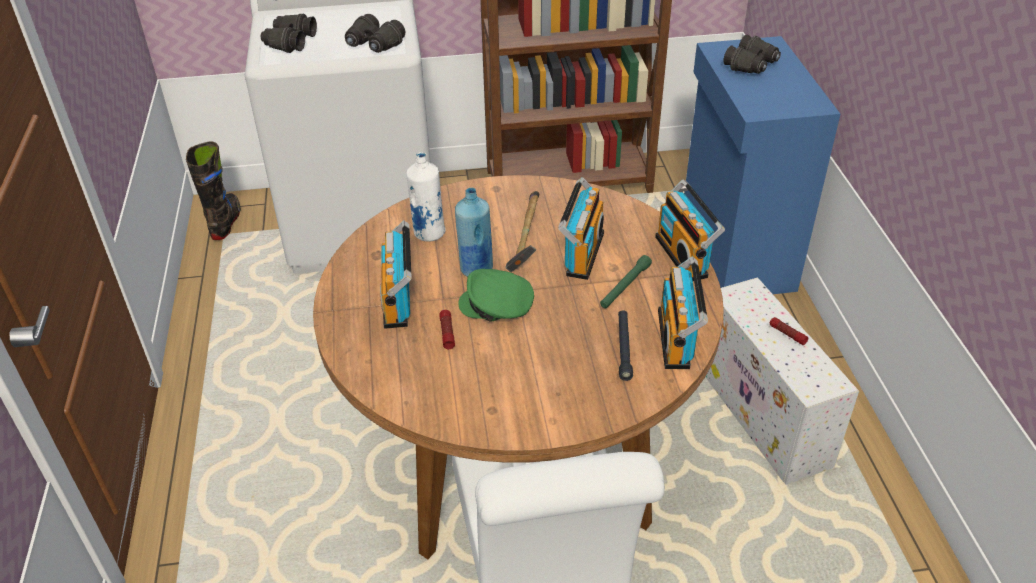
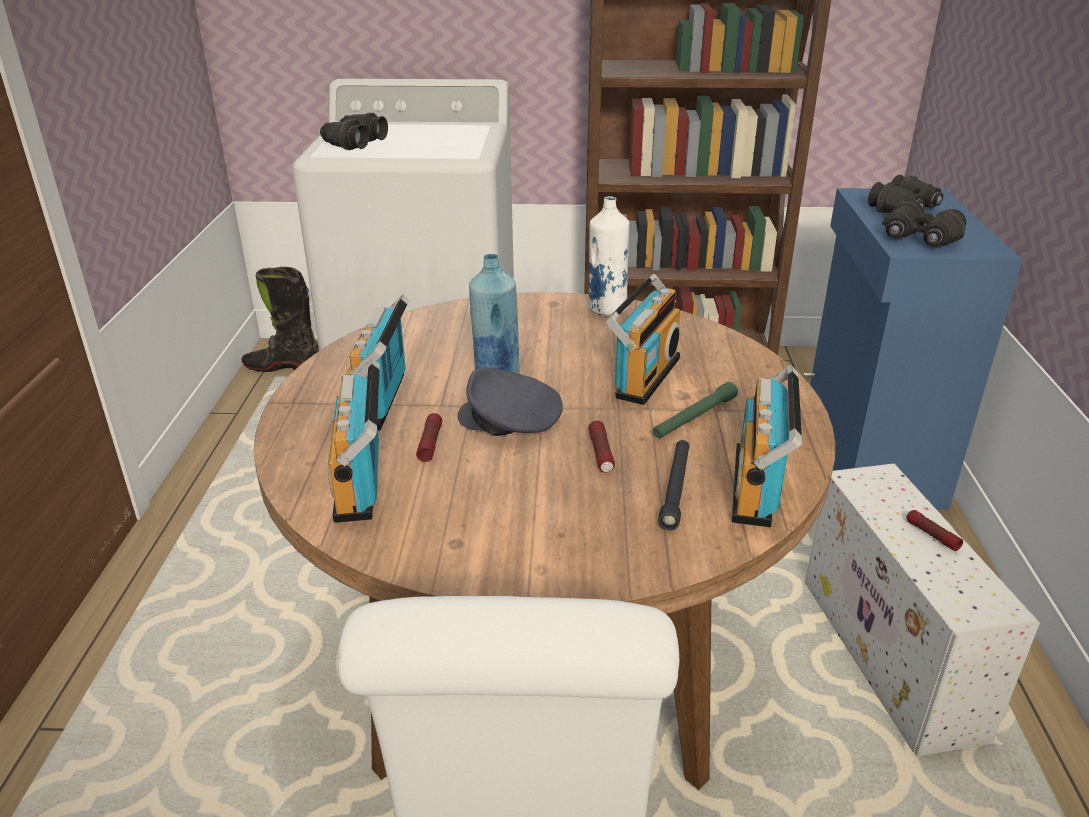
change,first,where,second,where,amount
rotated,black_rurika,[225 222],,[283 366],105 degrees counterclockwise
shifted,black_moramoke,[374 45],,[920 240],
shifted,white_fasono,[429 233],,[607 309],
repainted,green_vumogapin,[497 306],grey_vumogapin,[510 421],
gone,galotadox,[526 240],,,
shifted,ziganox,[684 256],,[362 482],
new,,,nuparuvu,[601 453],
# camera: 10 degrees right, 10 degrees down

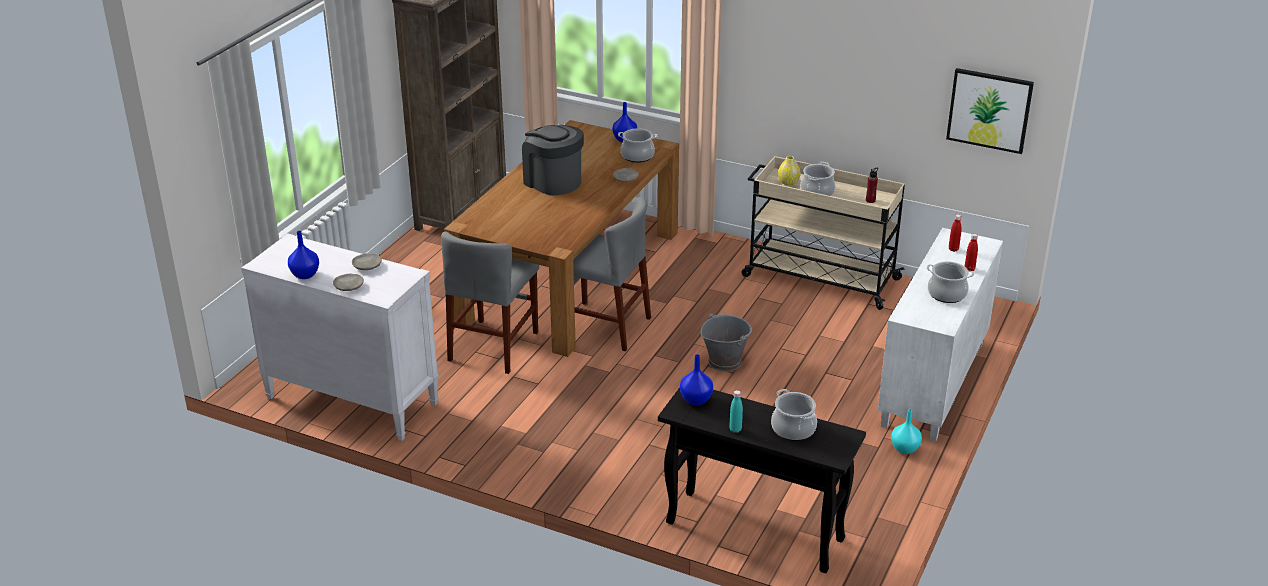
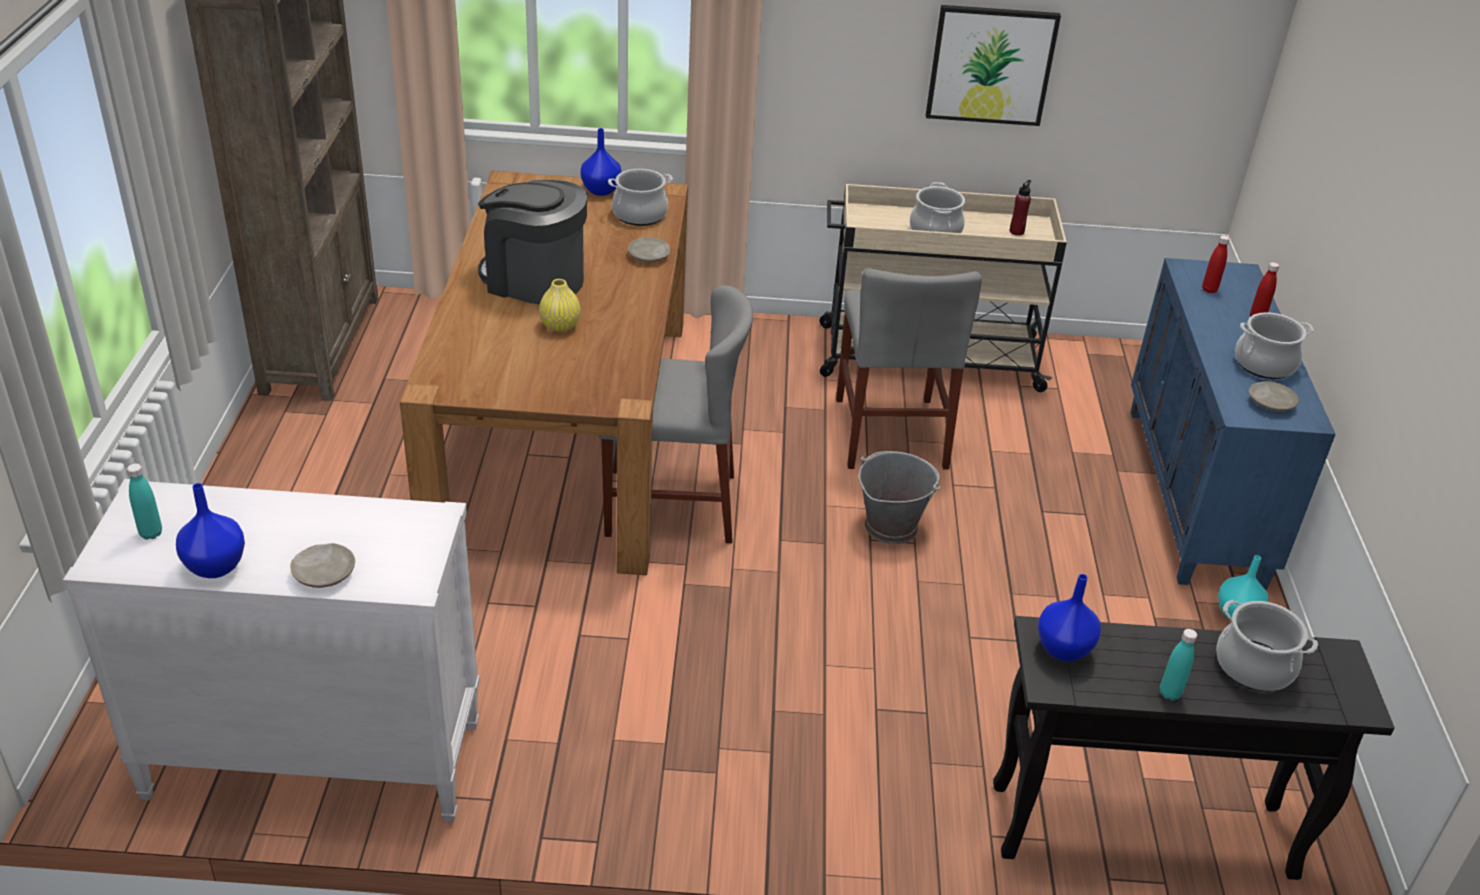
change,first,where,second,where,amount
shifted,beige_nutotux,[367 266],,[1270 403],
shifted,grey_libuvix,[494 346],,[890 432],
shifted,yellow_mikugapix,[788 182],,[560 326],
repainted,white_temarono,[934 385],blue_temarono,[1195 496],
shifted,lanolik,[989 110],,[991 65],
new,,,turquoise_fasono,[151 533],
# camera: 25 degrees left, 5 degrees up

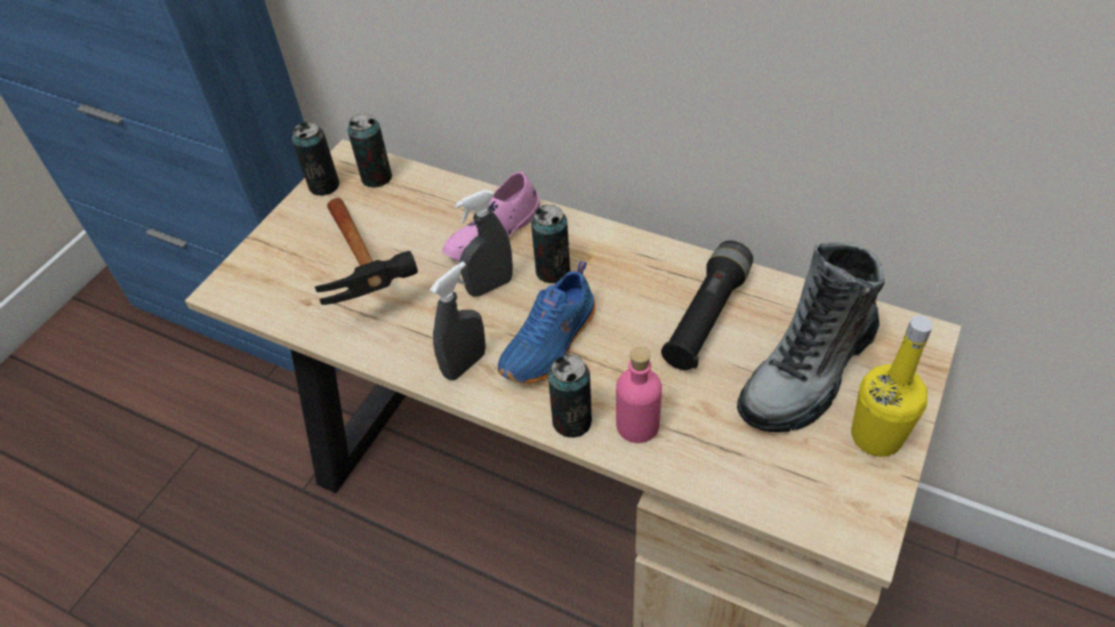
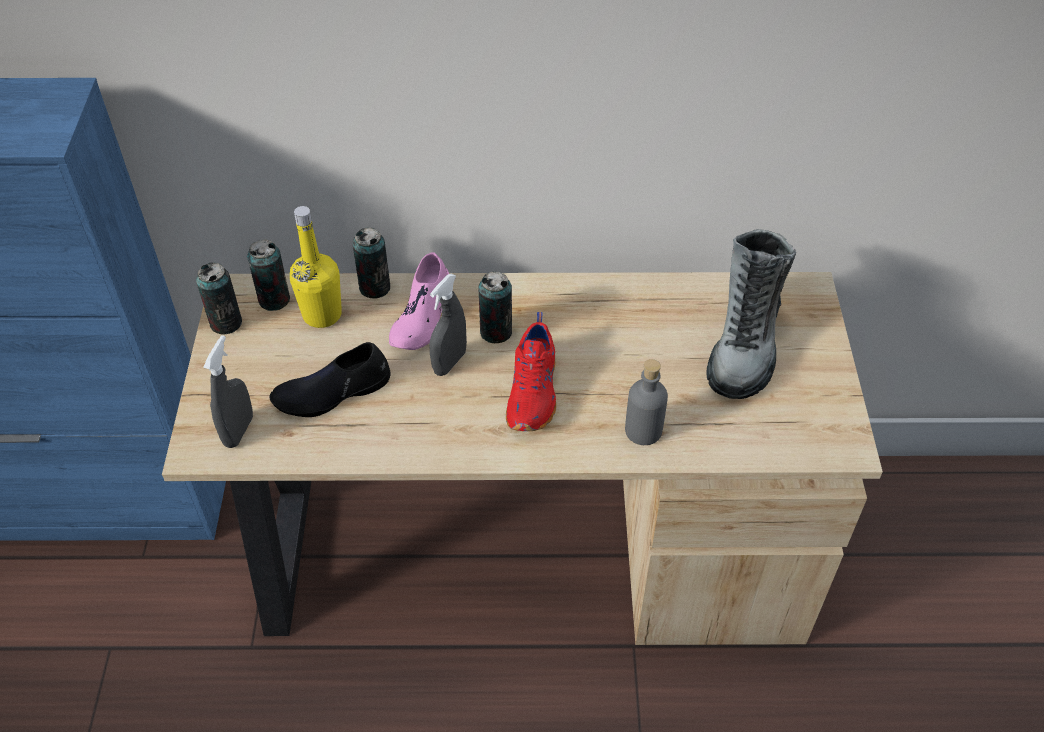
change,first,where,second,where,amount
swapped,galotadox,[368 278],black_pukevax,[332 392],
shifted,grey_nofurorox,[465 364],,[238 431],
repainted,blue_pukevax,[551 344],red_pukevax,[534 392],
shifted,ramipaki,[572 421],,[374 288],
repainted,pink_fasono,[637 425],grey_fasono,[643 430],
gone,black_nuparuvu,[706 317],,,
shifted,yellow_fasono,[876 436],,[322 314],
# camera: 30 degrees left, 0 degrees up

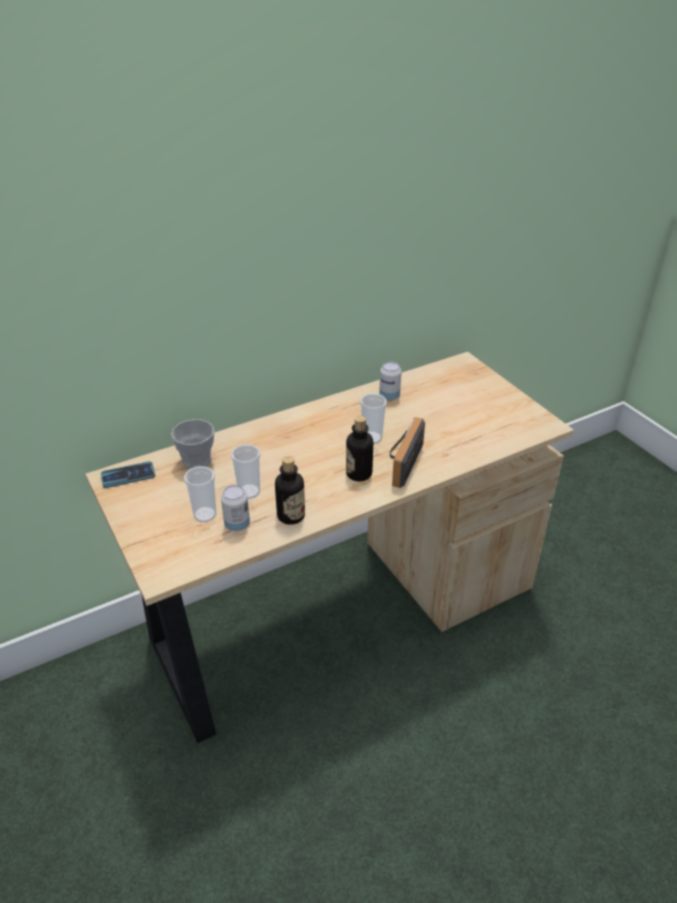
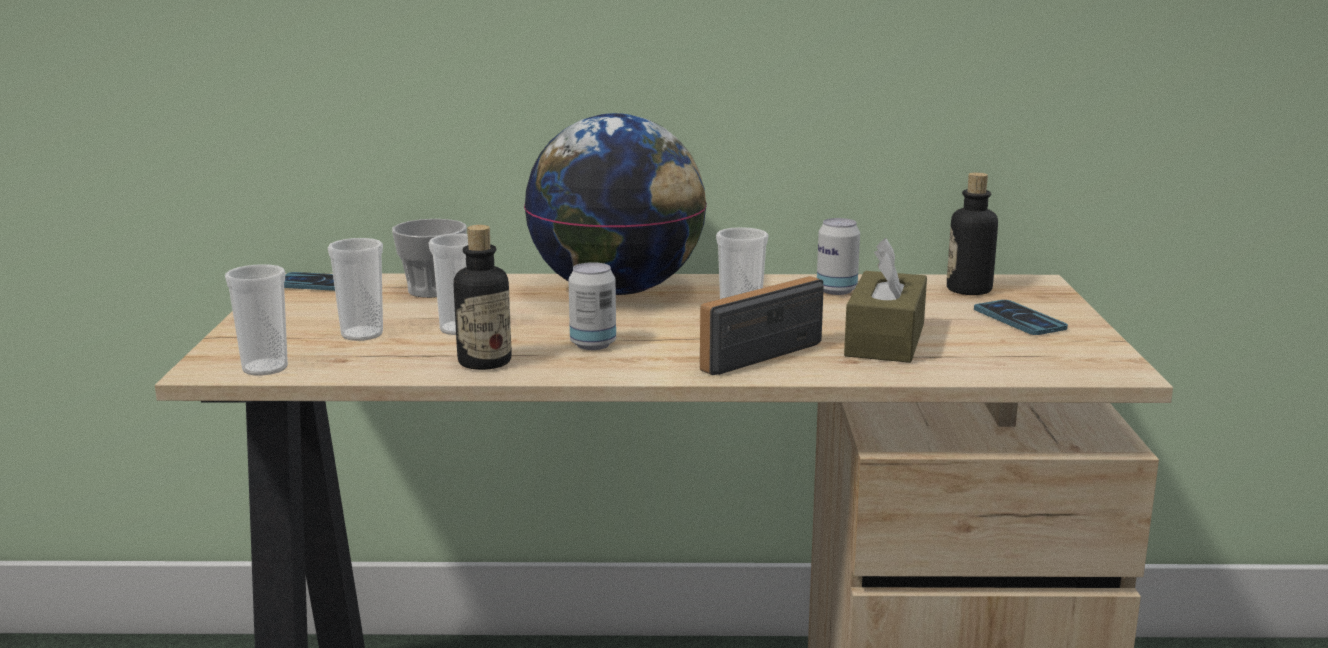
change,first,where,second,where,amount
shifted,ramipaki,[237 525],,[593 344],
shifted,fasono,[359 474],,[969 290],
new,,,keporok,[265 368],
new,,,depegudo,[617 291],
new,,,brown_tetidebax,[885 340],
new,,,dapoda,[1019 319],
# camera: 30 degrees right, 20 degrees down

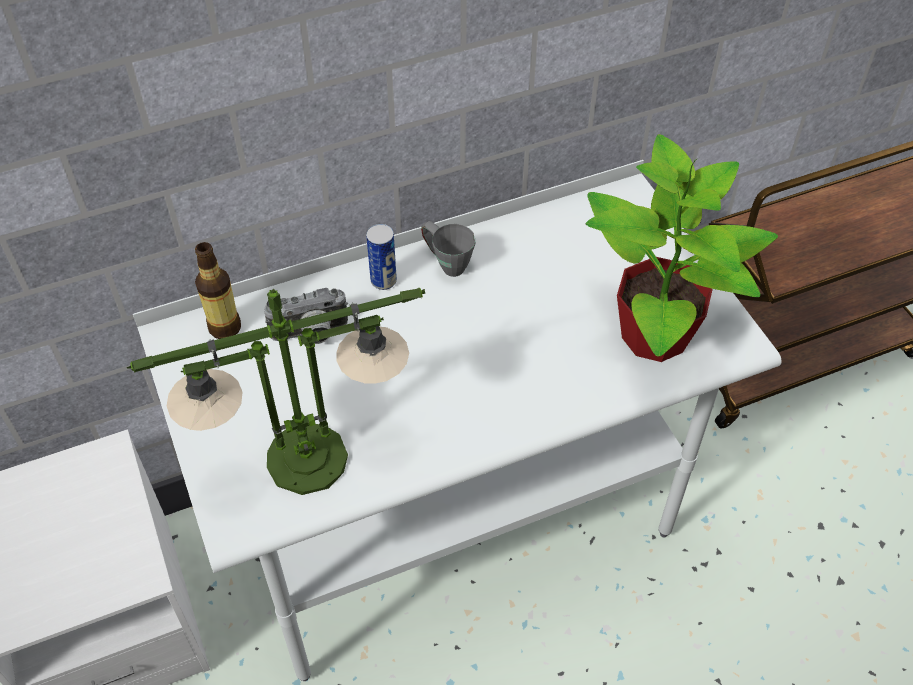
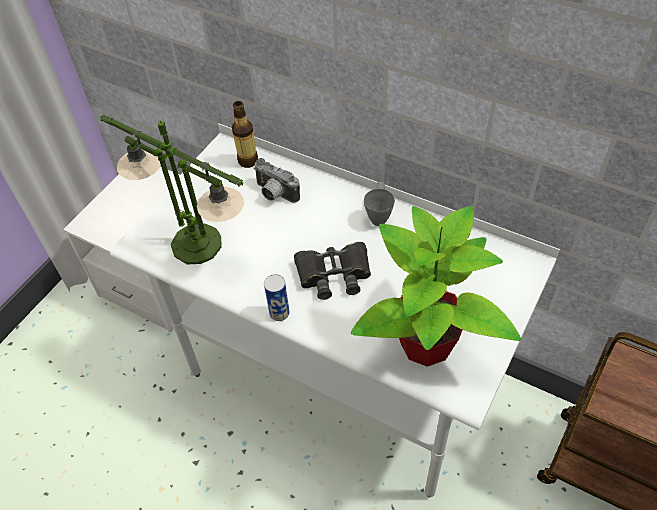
change,first,where,second,where,amount
shifted,ramipaki,[383 281],,[279 313],
new,,,black_moramoke,[334 274],
# camera: 55 degrees right, 0 degrees up

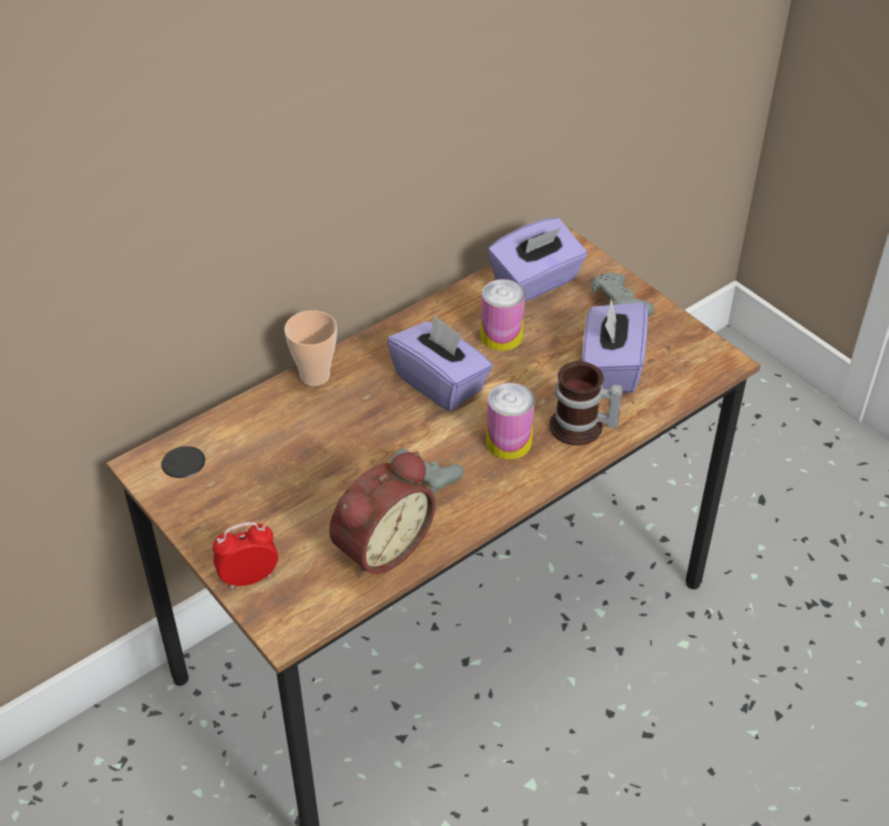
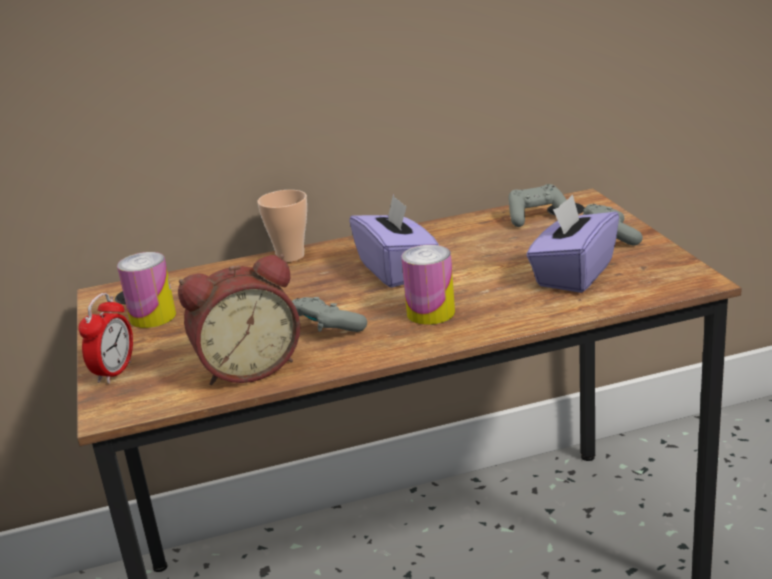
change,first,where,second,where,amount
rotated,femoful,[249 578],,[114 372],105 degrees clockwise
shifted,ramipaki,[501 336],,[153 317],
swapped,purple_tetidebax,[536 281],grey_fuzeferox,[537 217],
gone,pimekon,[581 429],,,
# camera: 25 degrees right, 20 degrees down

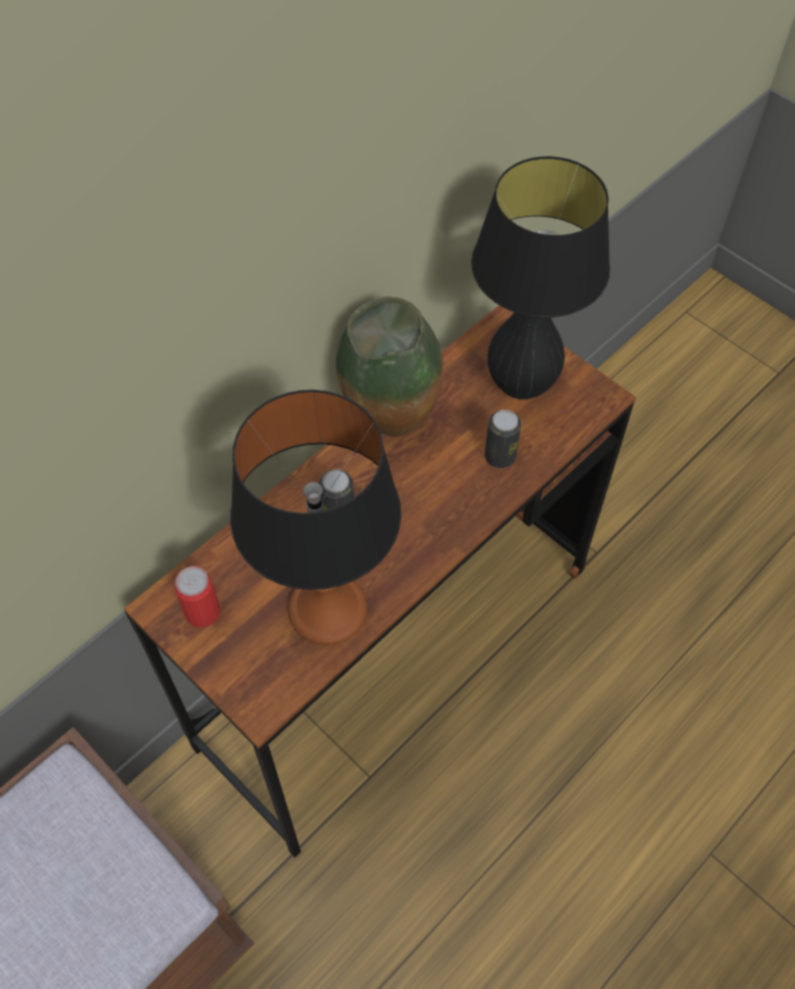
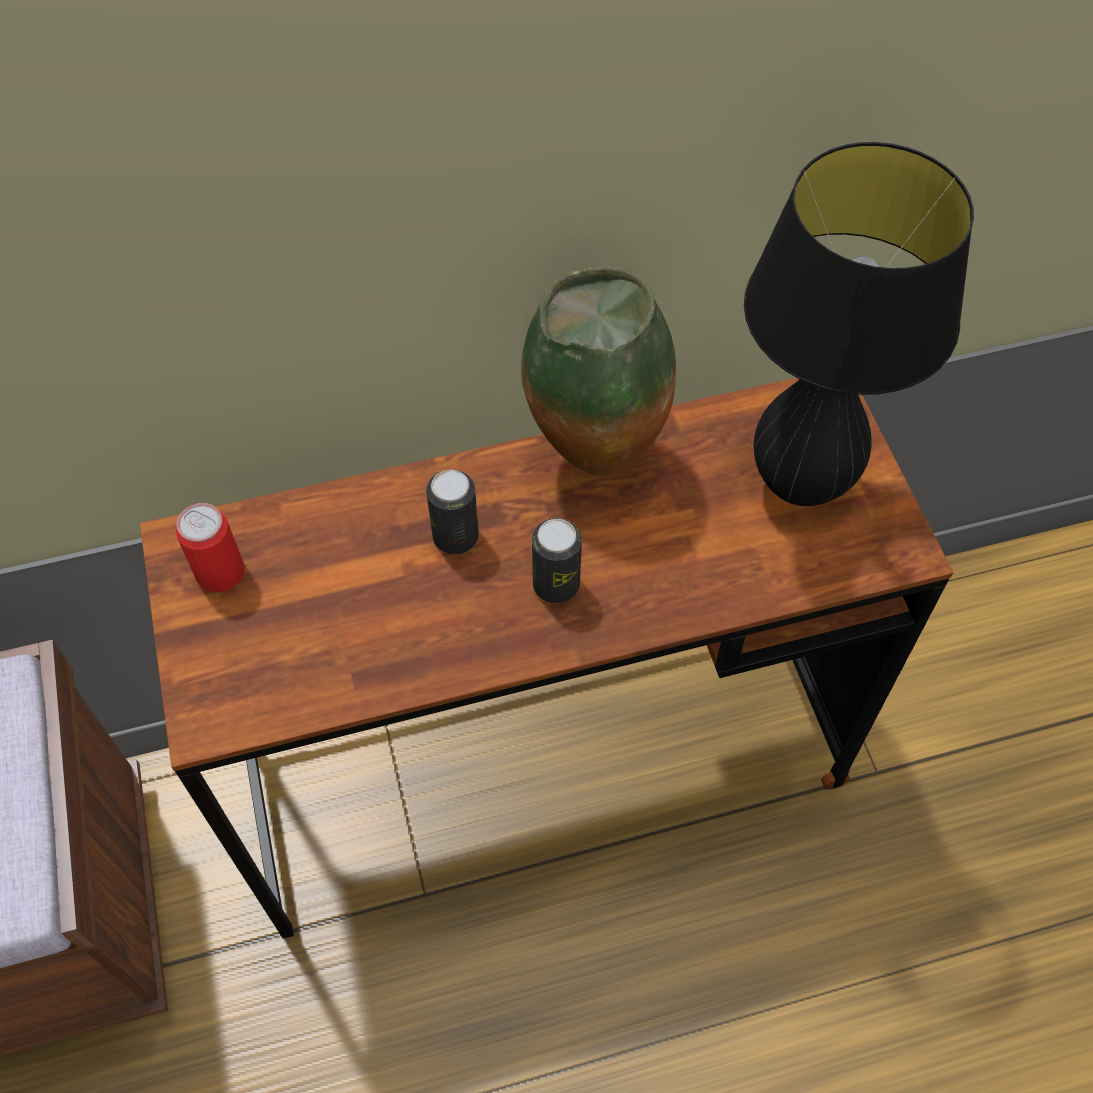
change,first,where,second,where,amount
gone,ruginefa,[328 609],,,
shifted,ramipaki,[500 456],,[556 585],
# camera: 30 degrees right, 0 degrees up

